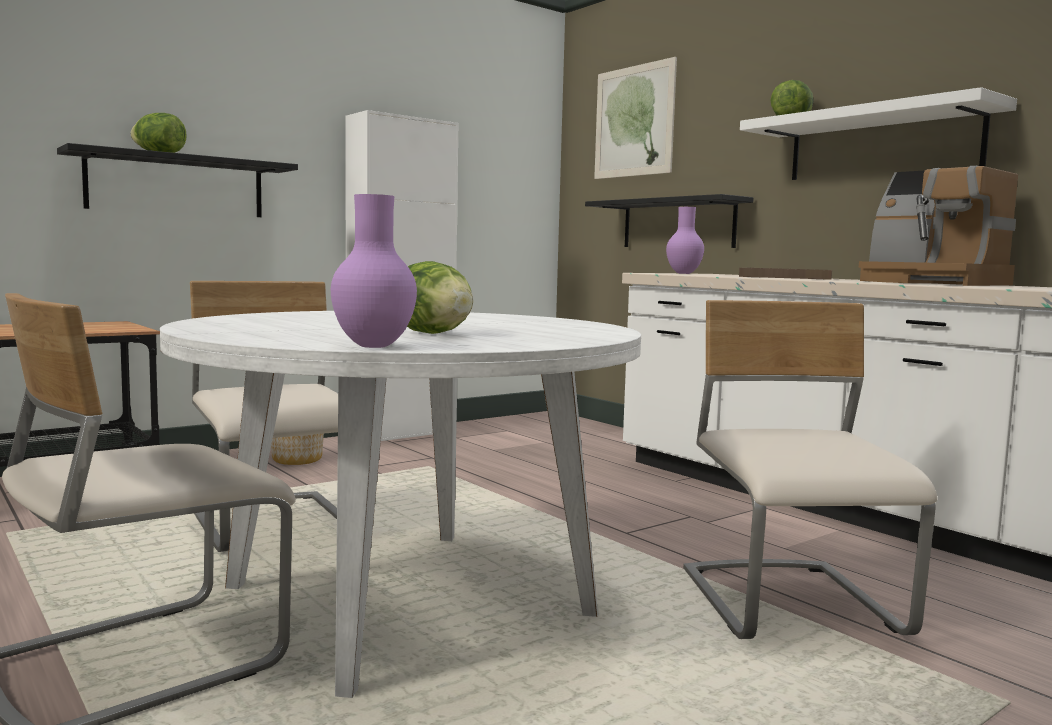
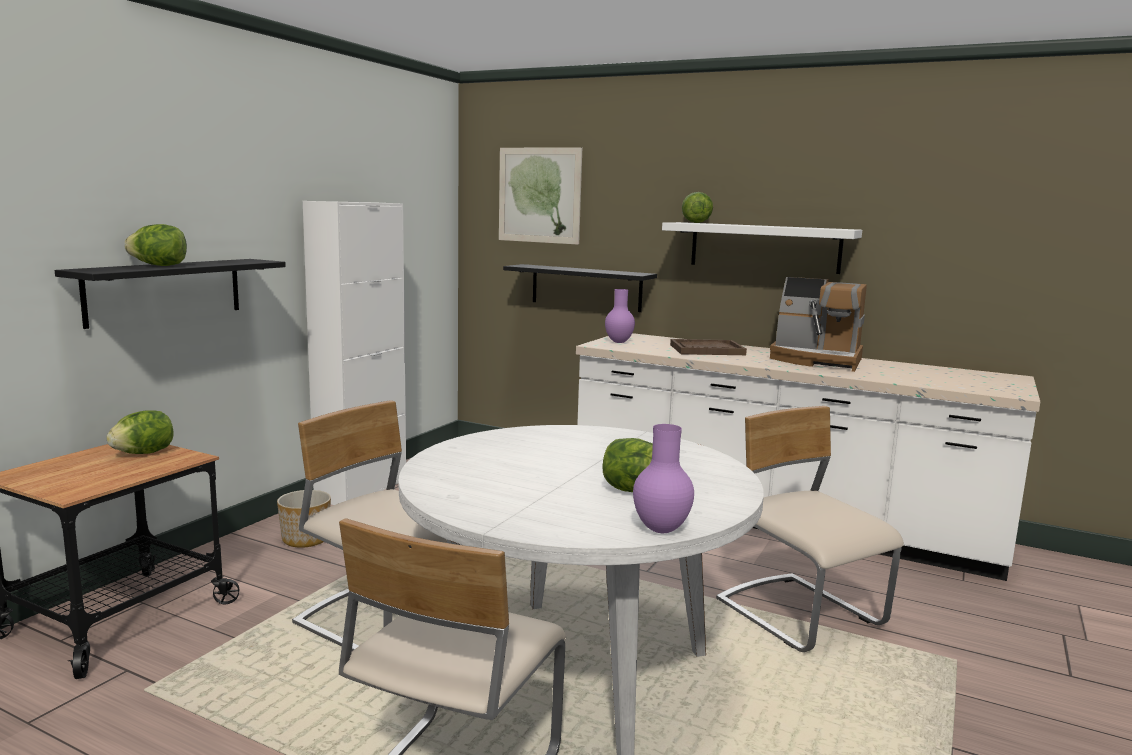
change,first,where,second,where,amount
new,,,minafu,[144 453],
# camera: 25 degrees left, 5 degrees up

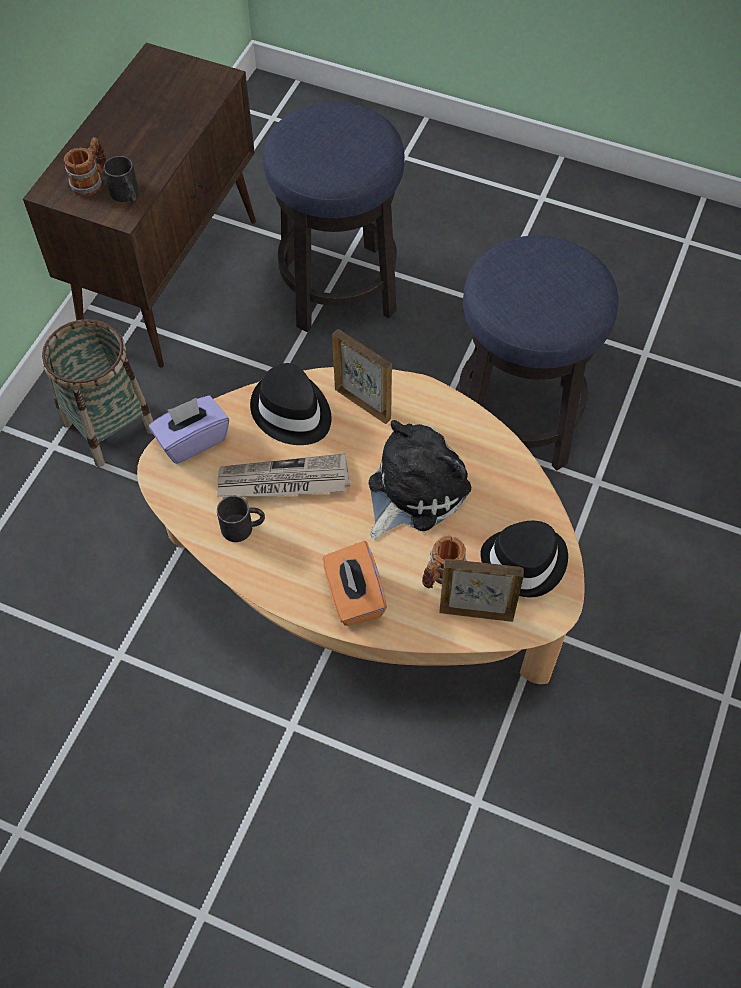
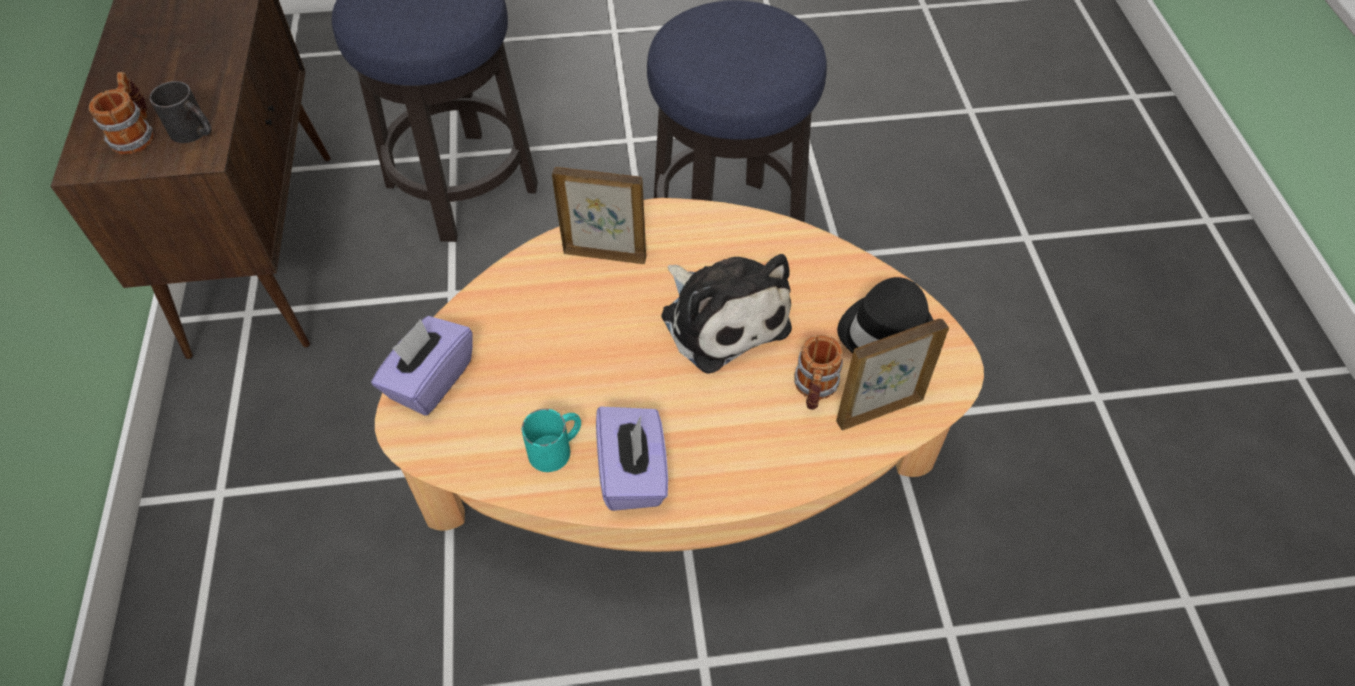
change,first,where,second,where,amount
gone,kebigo,[109 426],,,
gone,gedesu,[283 482],,,
repainted,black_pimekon,[243 527],turquoise_pimekon,[557 448],
gone,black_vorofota,[291 412],,,
gone,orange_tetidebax,[354 596],,,
rotated,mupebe,[413 490],,[722 317],135 degrees clockwise
new,,,purple_tetidebax,[633 474],
# camera: 30 degrees left, 5 degrees down

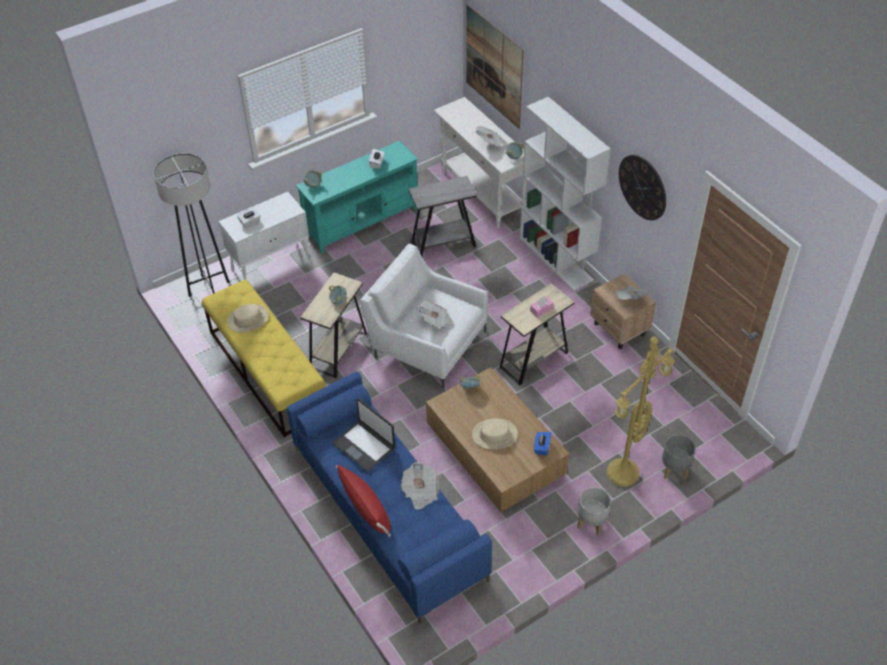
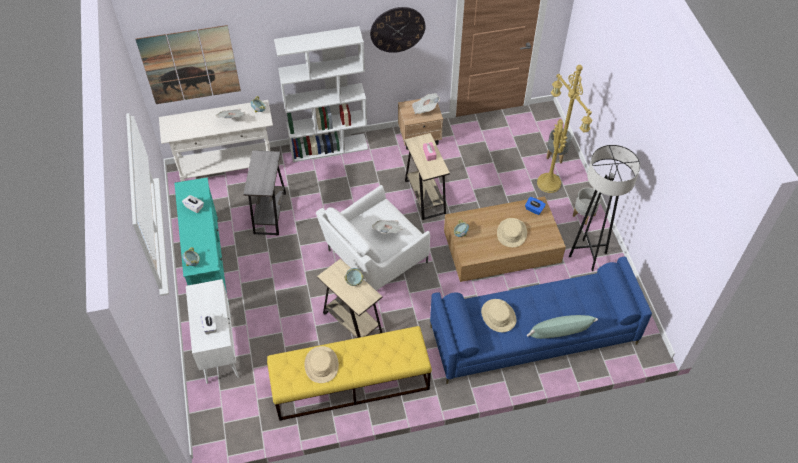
change,first,where,second,where,amount
shifted,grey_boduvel,[209 289],,[587 255],
swapped,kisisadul,[364 445],beige_vorofota,[498 316],
repainted,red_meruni,[366 508],green_meruni,[559 332],
gone,gedesu,[420 492],,,
# camera: 70 degrees left, 5 degrees up

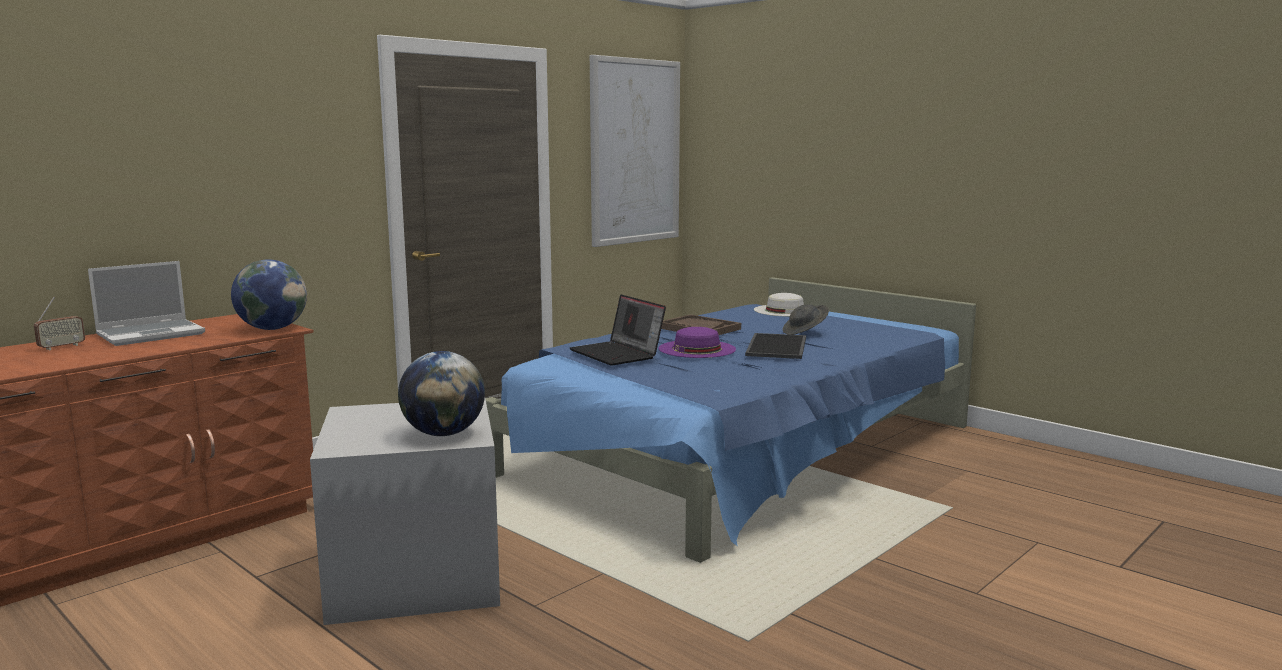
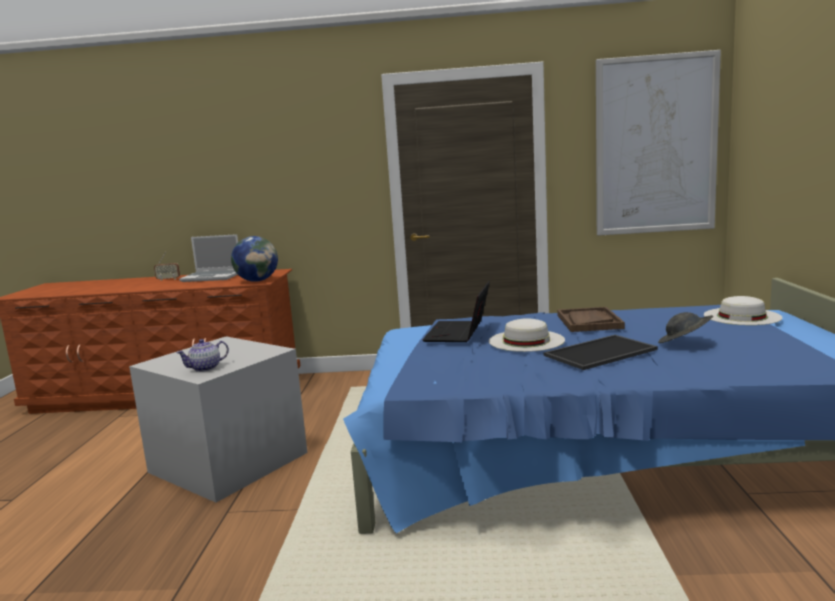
change,first,where,second,where,amount
swapped,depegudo,[443 434],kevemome,[206 368],
repainted,purple_vorofota,[697 349],white_vorofota,[526 340],
# camera: 50 degrees right, 0 degrees up

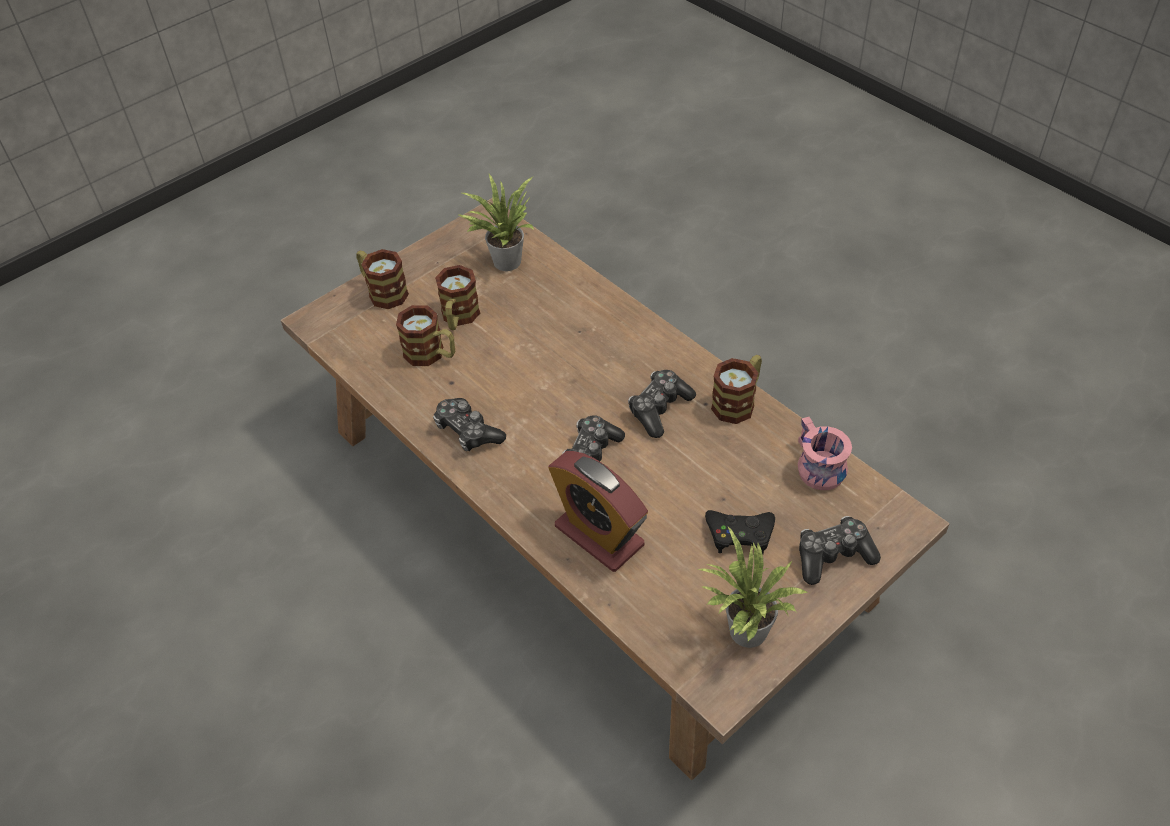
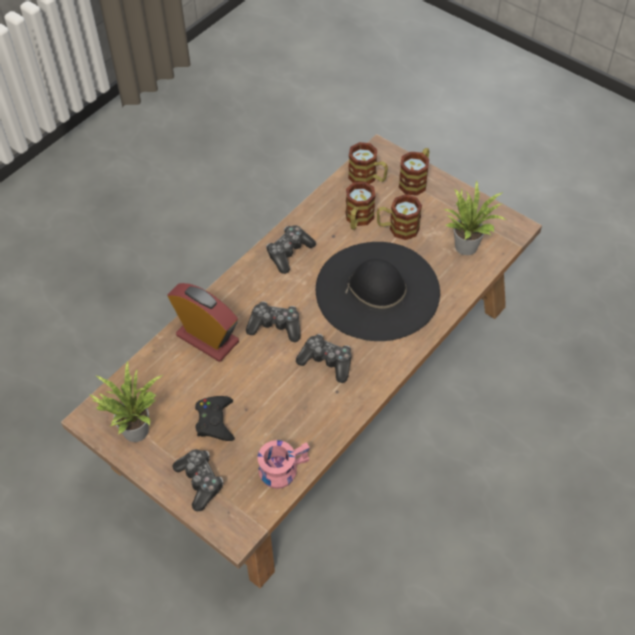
change,first,where,second,where,amount
rotated,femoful,[599 535],,[207 338],90 degrees clockwise
shifted,pimekon,[738 401],,[367 178],
new,,,black_vorofota,[377 290],
# camera: 80 degrees right, 5 degrees up

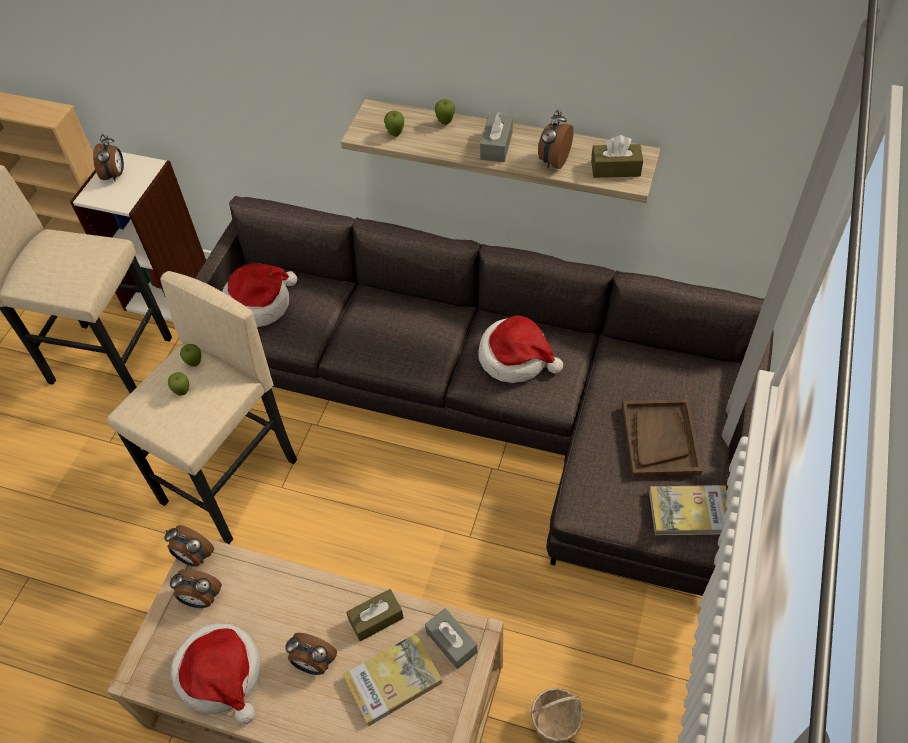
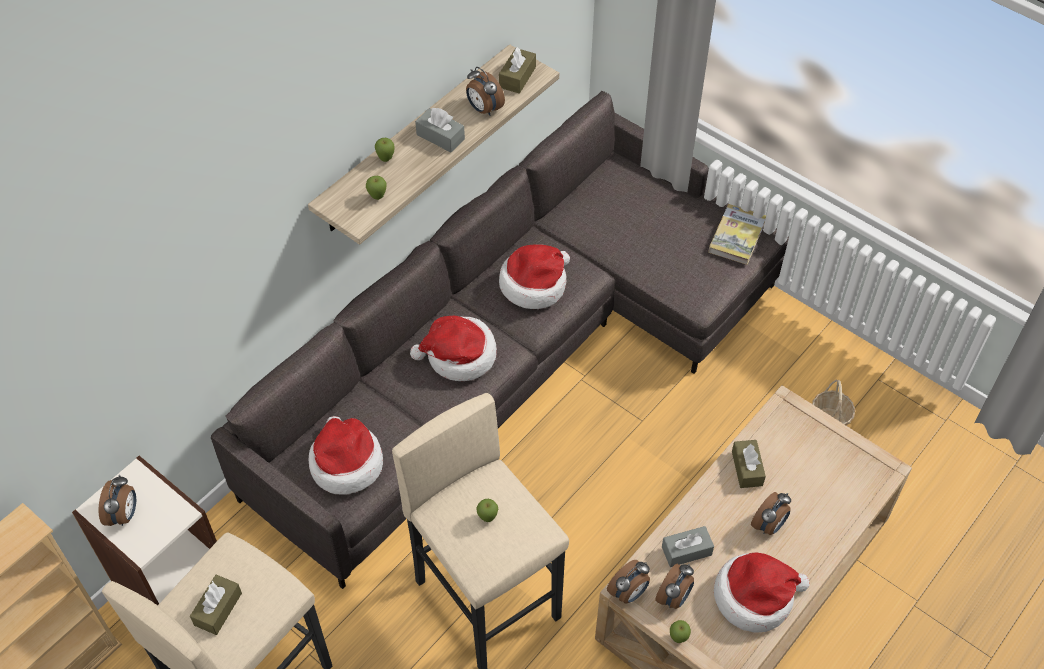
change,first,where,second,where,amount
rotated,femoful,[115 175],,[124 514],75 degrees clockwise
shifted,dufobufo,[195 364],,[678 638],
gone,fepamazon,[393 680],,,
shifted,grey_tetidebax,[451 642],,[686 551],
gone,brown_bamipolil,[660 439],,,
new,,,brown_tetidebax,[218 609],
new,,,vorofota,[459 356],
# camera: 70 degrees left, 0 degrees up

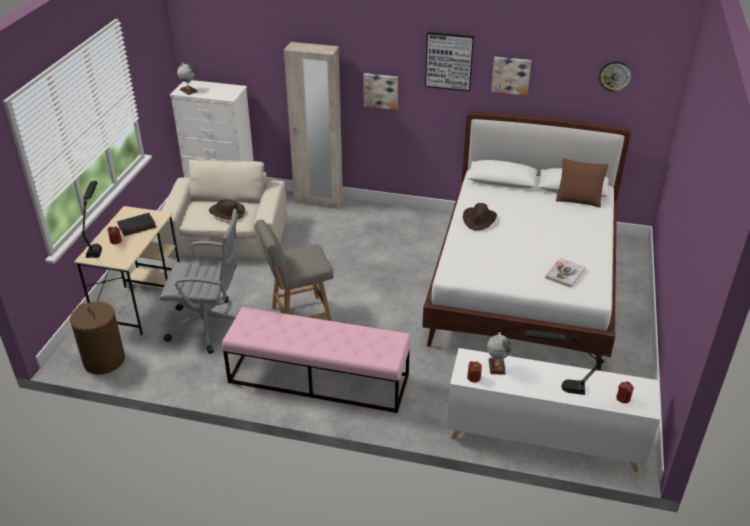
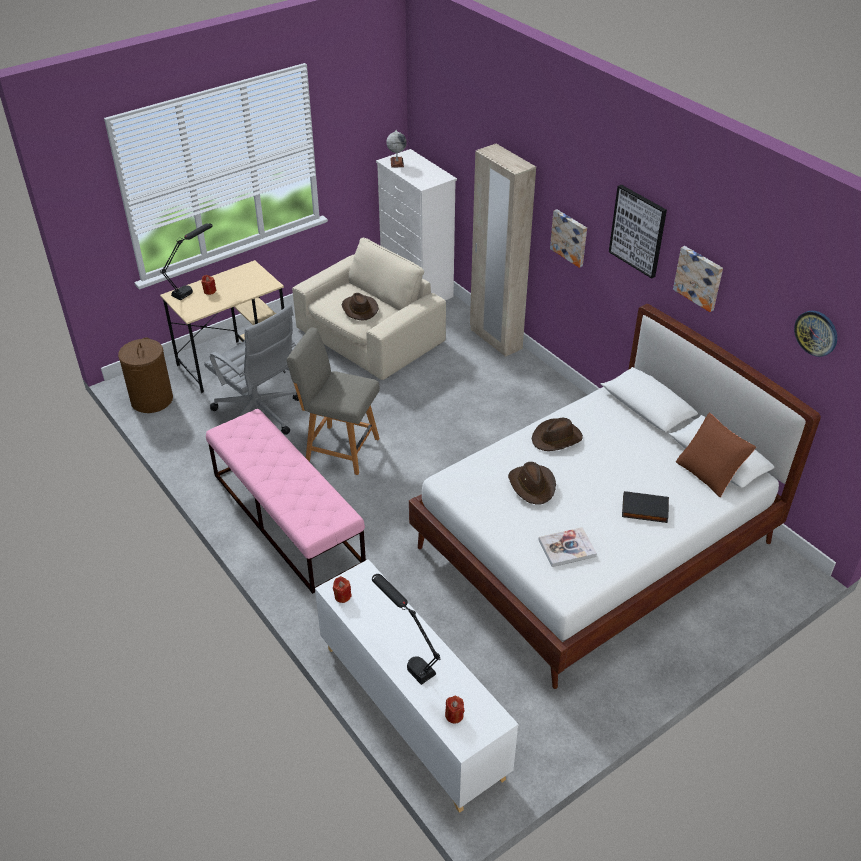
change,first,where,second,where,amount
shifted,black_fepamazon,[137 227],,[644 510],
gone,depegudo,[496 366],,,
new,,,brown_vorofota,[532 485],
# camera: 40 degrees right, 5 degrees up

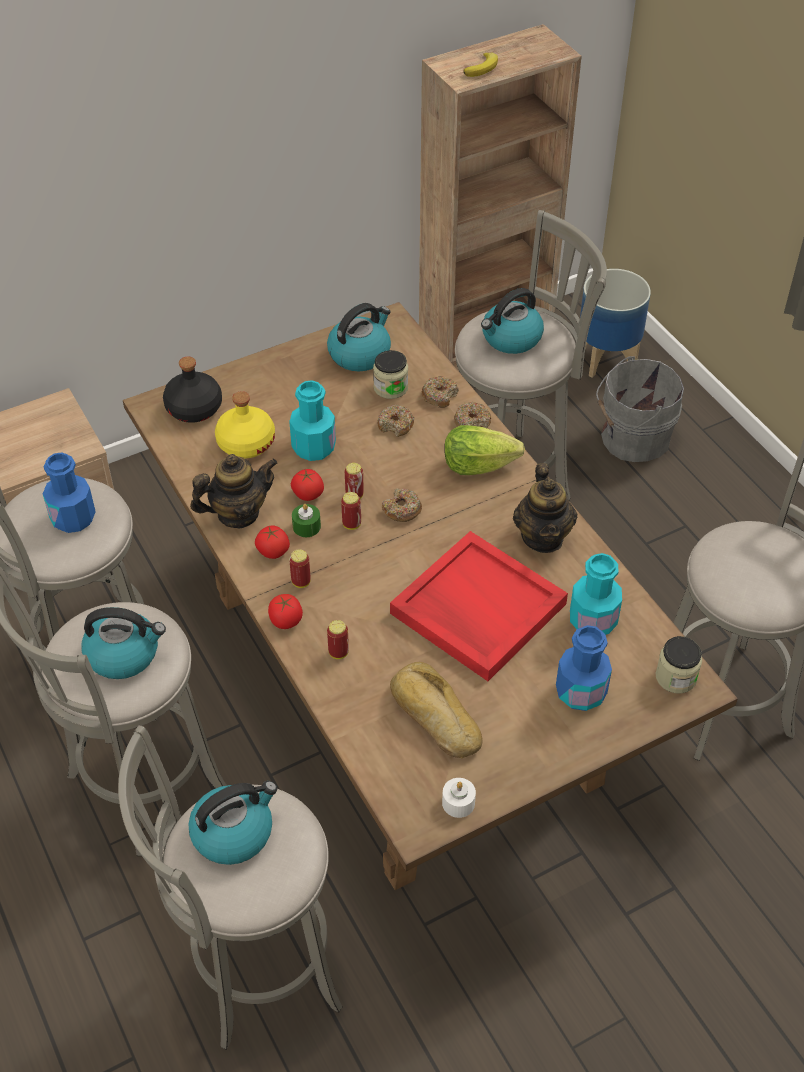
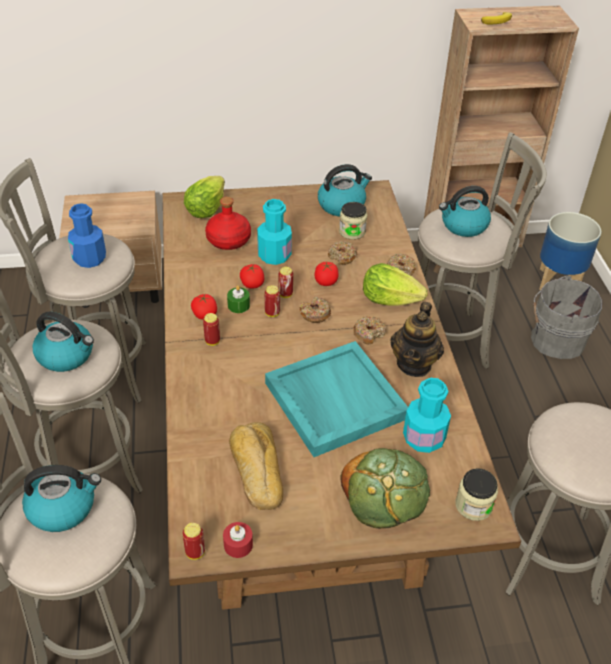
change,first,where,second,where,amount
swapped,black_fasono,[193 408],minafu,[206 209],
gone,kevemome,[238 514],,,
repainted,yellow_fasono,[245 443],red_fasono,[228 240],
shifted,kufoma,[285 620],,[326 282],
shifted,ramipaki,[338 652],,[195 552],
repainted,red_bamipolil,[476 609],turquoise_bamipolil,[333 400],
shifted,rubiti,[439 396],,[369 334],
repainted,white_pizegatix,[458 803],red_pizegatix,[238 545],
swapped,blue_fasono,[580 692],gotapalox,[385 491],
# camera: 20 degrees right, 5 degrees down

